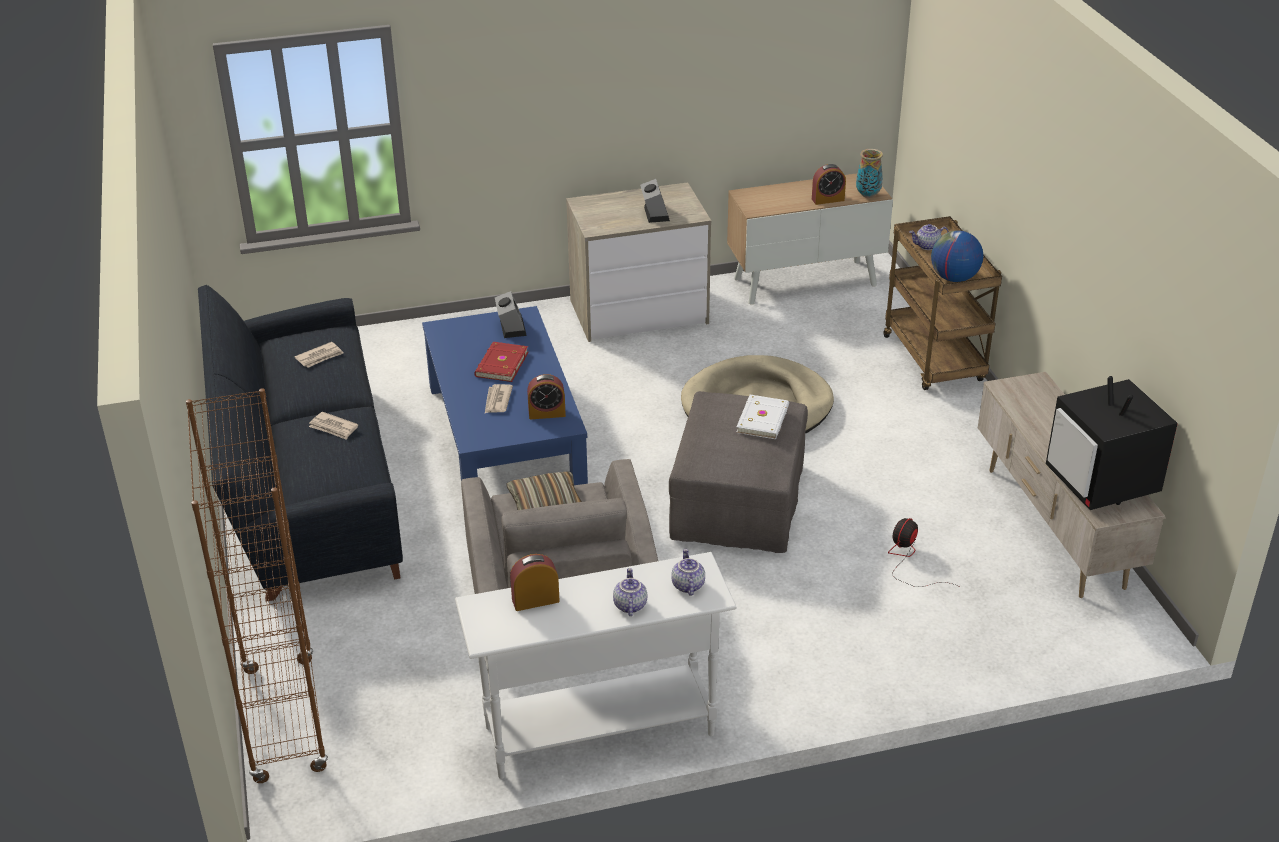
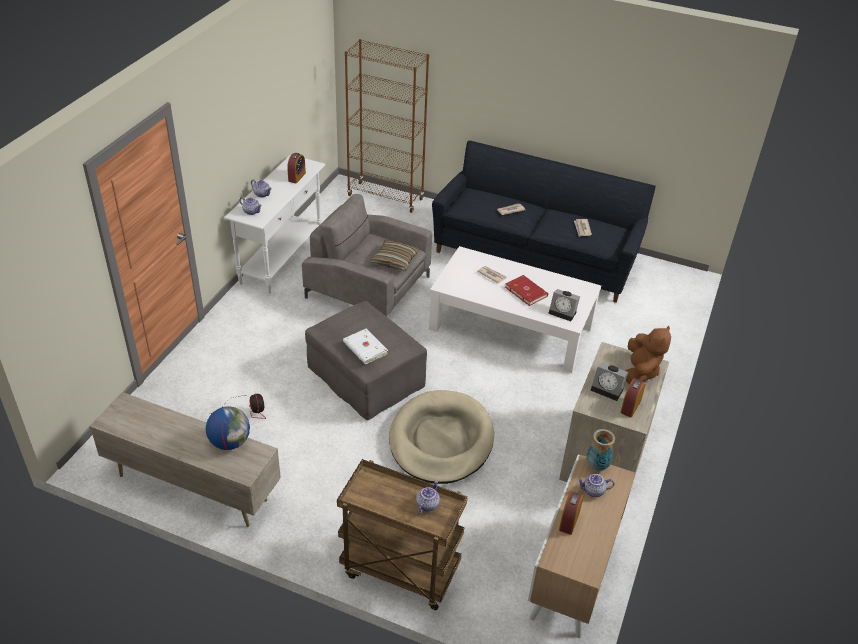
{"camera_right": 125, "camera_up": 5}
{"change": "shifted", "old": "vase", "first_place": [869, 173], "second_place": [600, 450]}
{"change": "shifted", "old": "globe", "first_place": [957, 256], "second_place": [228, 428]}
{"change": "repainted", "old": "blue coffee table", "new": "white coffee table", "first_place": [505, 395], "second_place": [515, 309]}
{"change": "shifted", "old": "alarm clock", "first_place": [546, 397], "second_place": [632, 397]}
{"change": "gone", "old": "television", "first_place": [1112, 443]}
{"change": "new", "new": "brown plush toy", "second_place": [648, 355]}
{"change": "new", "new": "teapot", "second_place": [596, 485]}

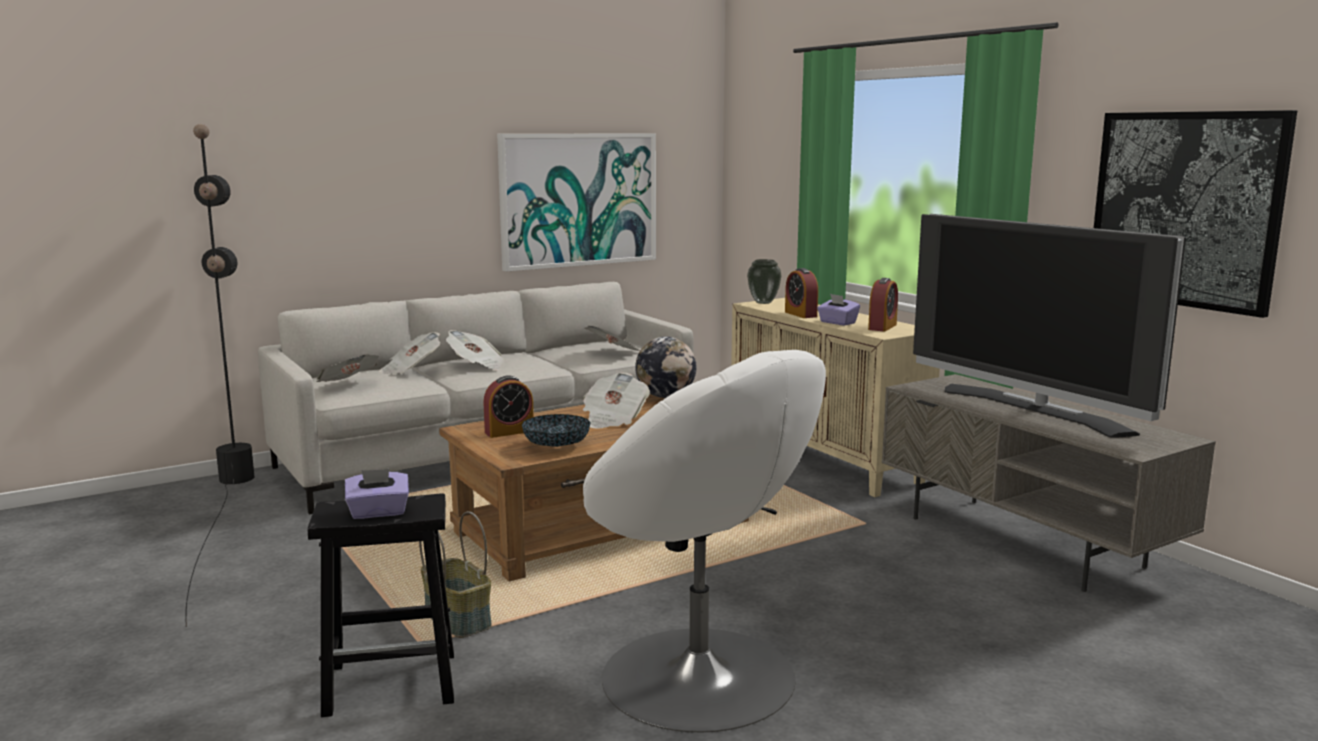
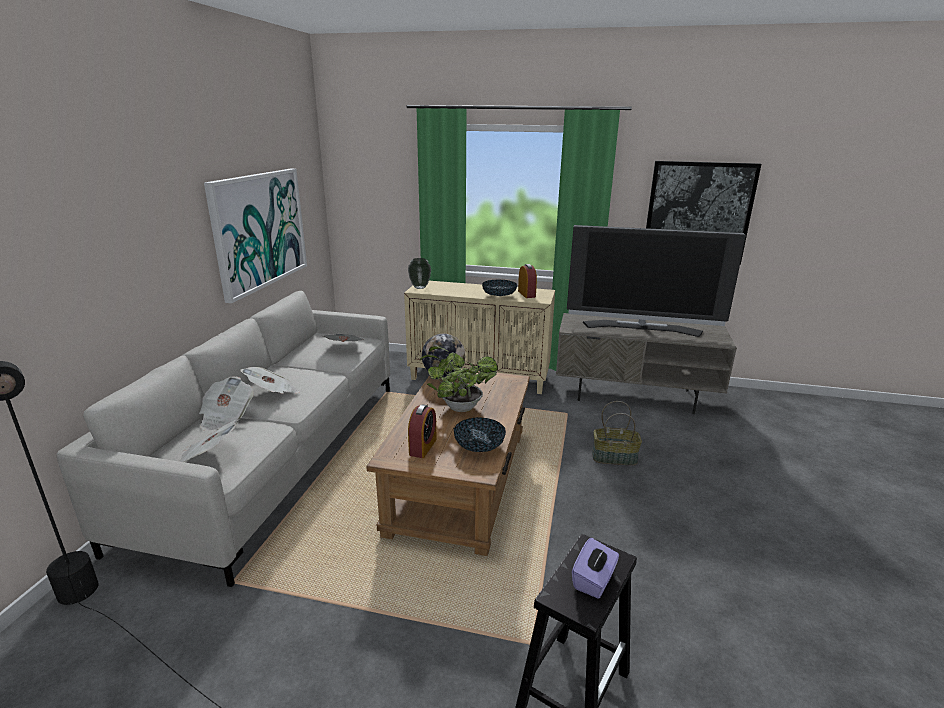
{"camera_right": -45, "camera_up": 10}
{"change": "gone", "old": "alarm clock", "first_place": [801, 293]}
{"change": "swapped", "old": "purple tissue box", "new": "bowl", "first_place": [838, 309], "second_place": [499, 288]}
{"change": "gone", "old": "white armchair", "first_place": [704, 541]}
{"change": "swapped", "old": "newspaper", "new": "potted plant", "first_place": [616, 400], "second_place": [459, 379]}
{"change": "shifted", "old": "basket", "first_place": [455, 574], "second_place": [617, 433]}

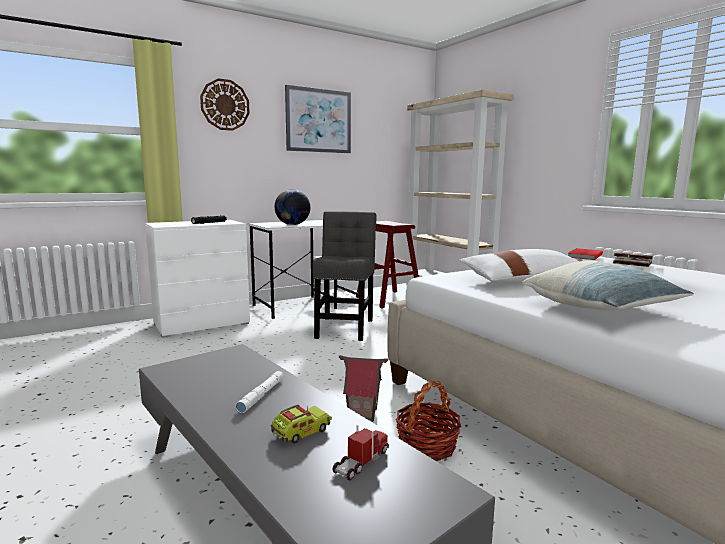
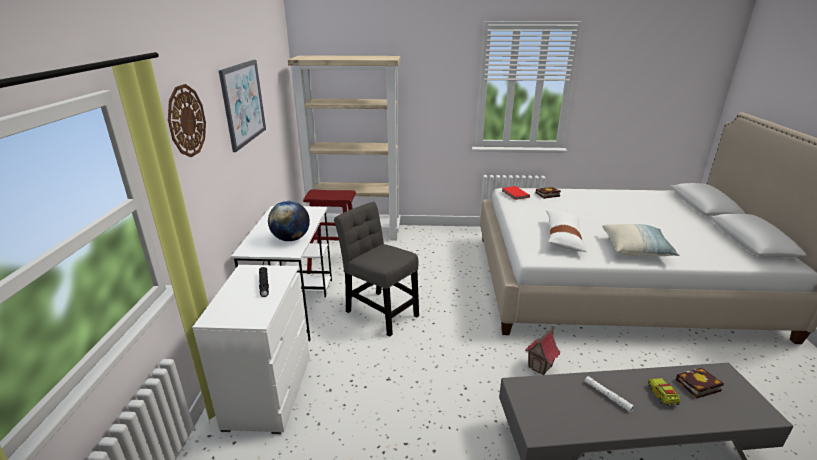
{"camera_right": -55, "camera_up": 15}
{"change": "gone", "old": "basket", "first_place": [428, 421]}
{"change": "swapped", "old": "toy truck", "new": "book", "first_place": [361, 452], "second_place": [700, 383]}

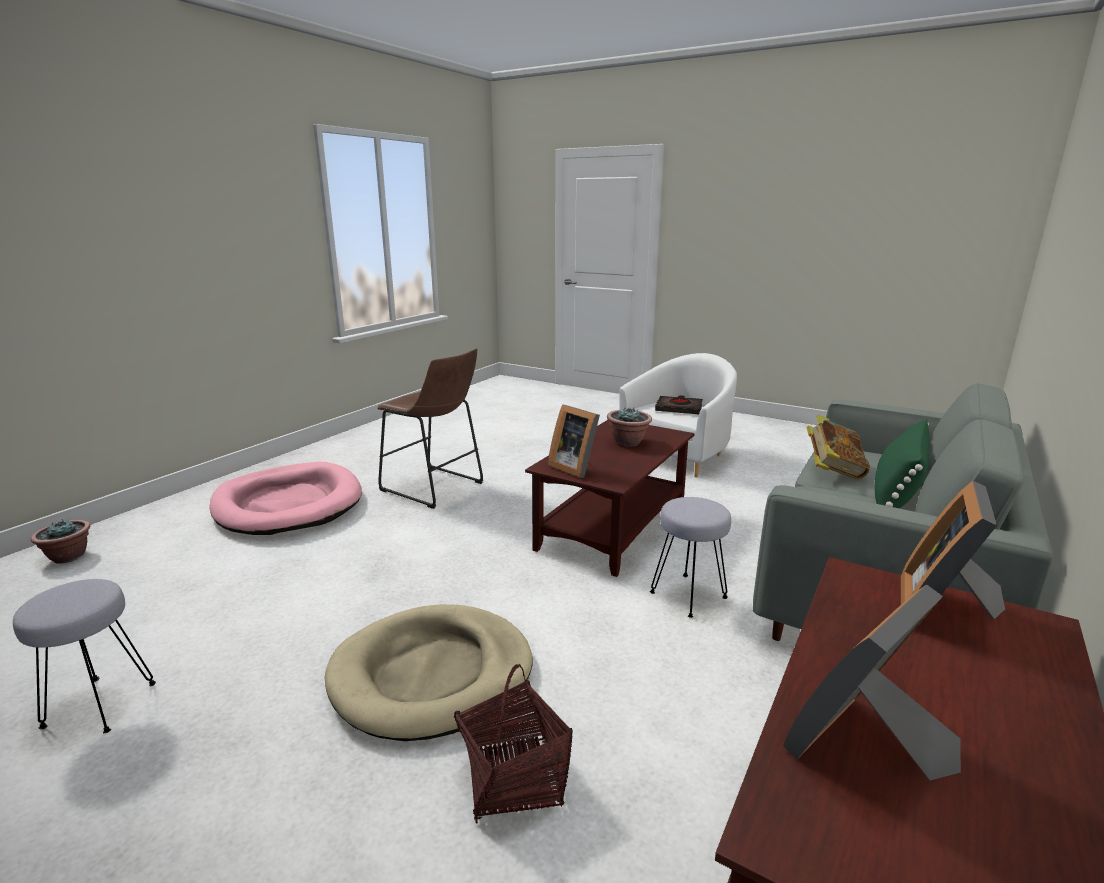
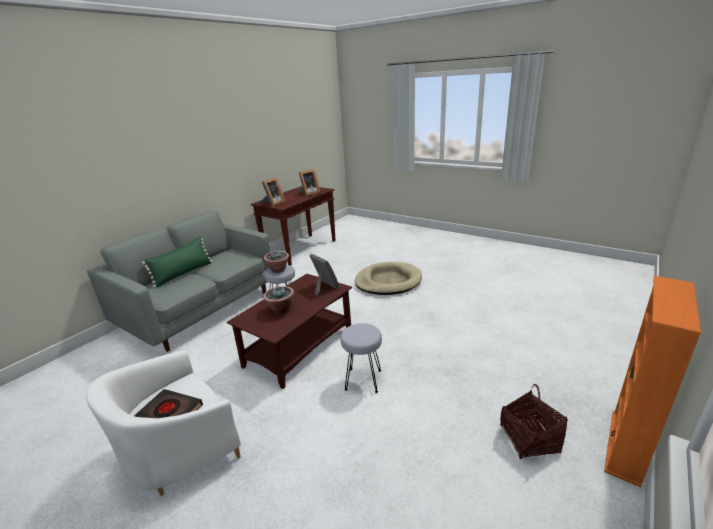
{"camera_right": -175, "camera_up": 5}
{"change": "gone", "old": "brown stool", "first_place": [430, 428]}
{"change": "gone", "old": "book", "first_place": [838, 447]}
{"change": "gone", "old": "pink dog bed", "first_place": [285, 498]}
{"change": "shifted", "old": "potted plant", "first_place": [60, 541], "second_place": [276, 262]}
{"change": "shifted", "old": "grey stool", "first_place": [84, 656], "second_place": [361, 358]}
{"change": "shifted", "old": "basket", "first_place": [513, 744], "second_place": [534, 422]}
{"change": "new", "new": "orange bookcase", "second_place": [652, 381]}

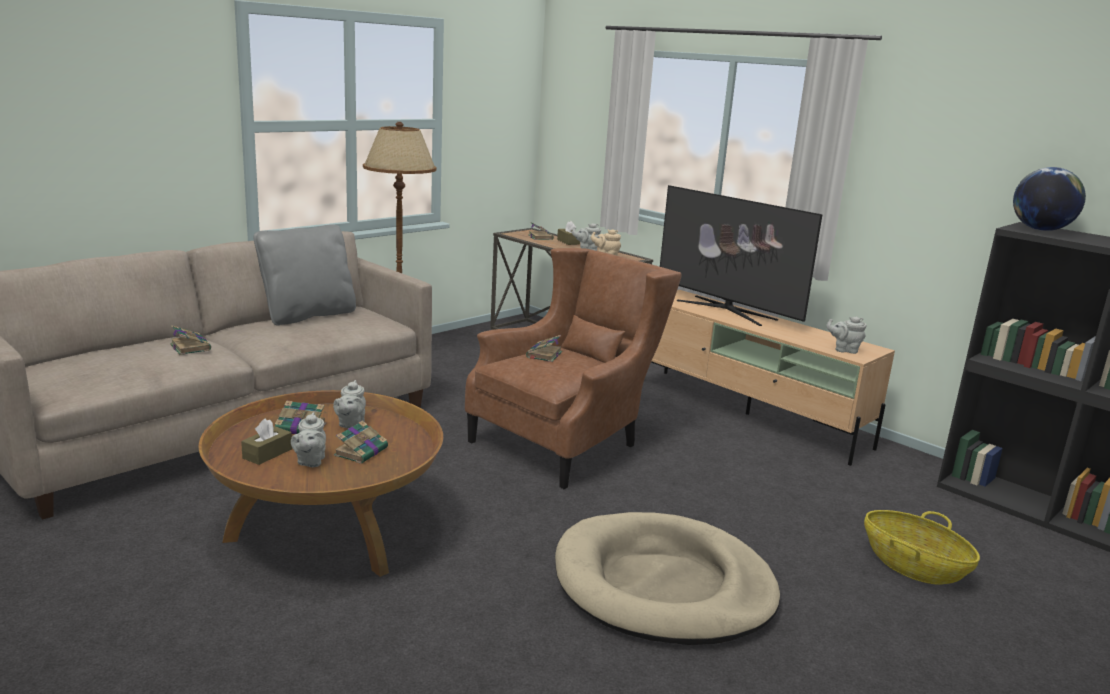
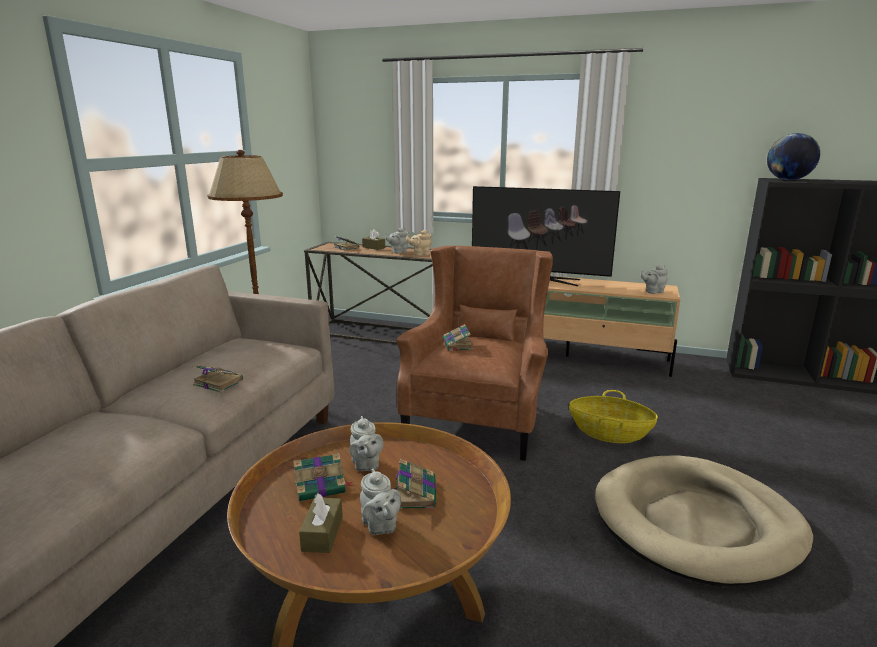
{"camera_right": -25, "camera_up": 0}
{"change": "gone", "old": "grey pillow", "first_place": [304, 274]}
{"change": "shifted", "old": "book", "first_place": [190, 340], "second_place": [218, 379]}
{"change": "shifted", "old": "basket", "first_place": [922, 547], "second_place": [613, 416]}

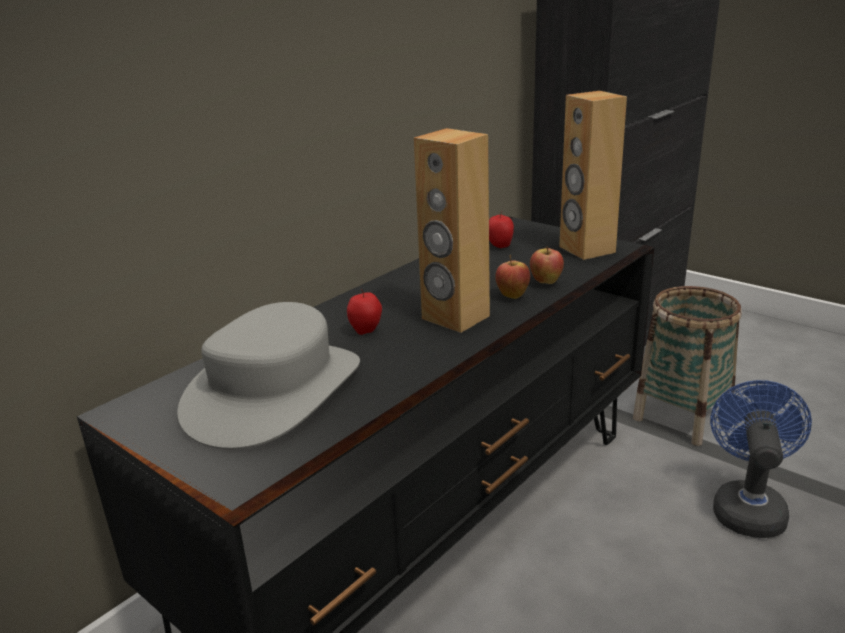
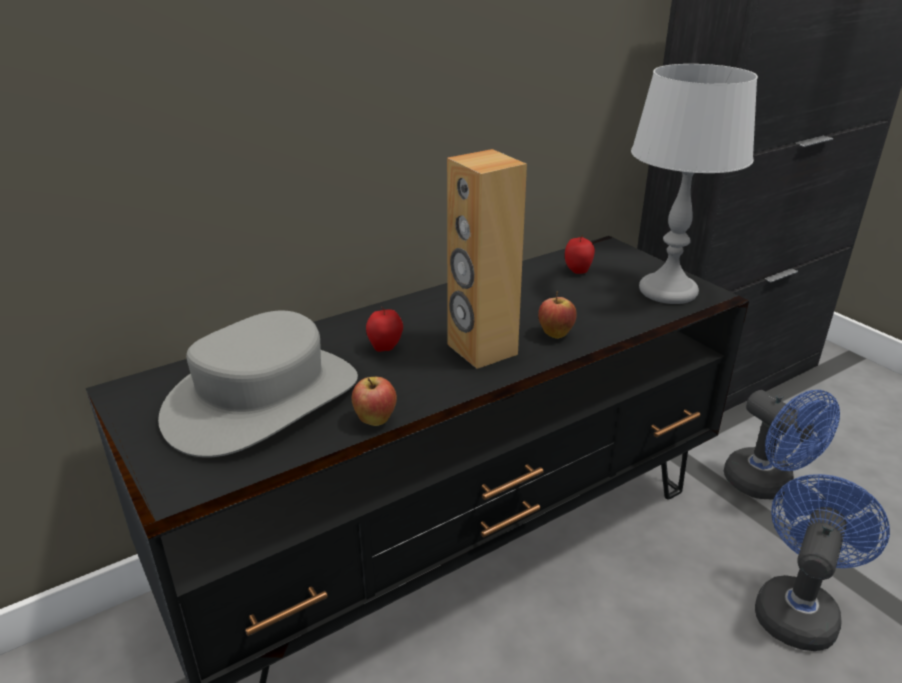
{"camera_right": 15, "camera_up": 5}
{"change": "swapped", "old": "brown speaker", "new": "grey table lamp", "first_place": [593, 175], "second_place": [694, 184]}
{"change": "shifted", "old": "apple", "first_place": [547, 265], "second_place": [374, 401]}
{"change": "swapped", "old": "basket", "new": "blue fan", "first_place": [687, 366], "second_place": [782, 444]}

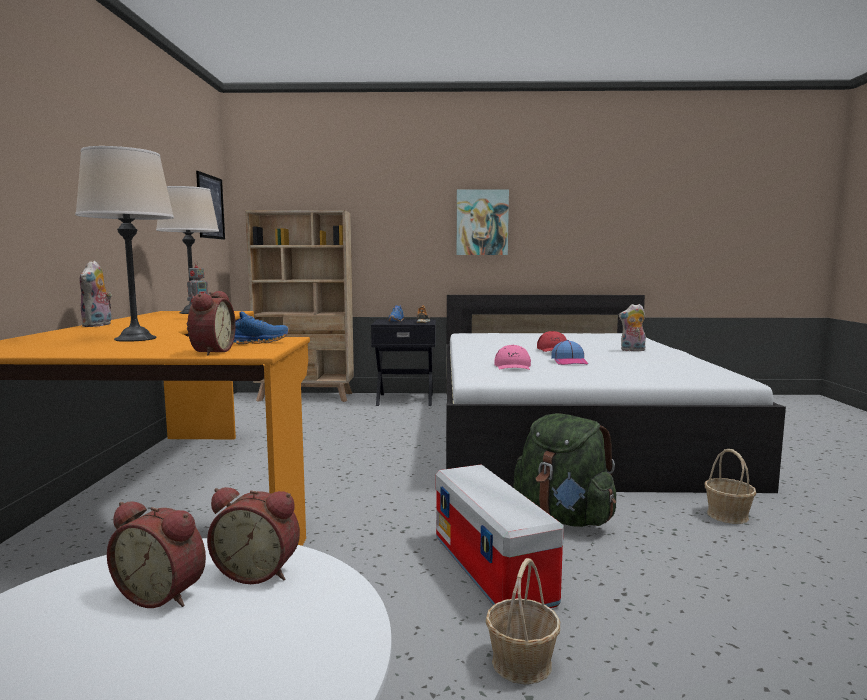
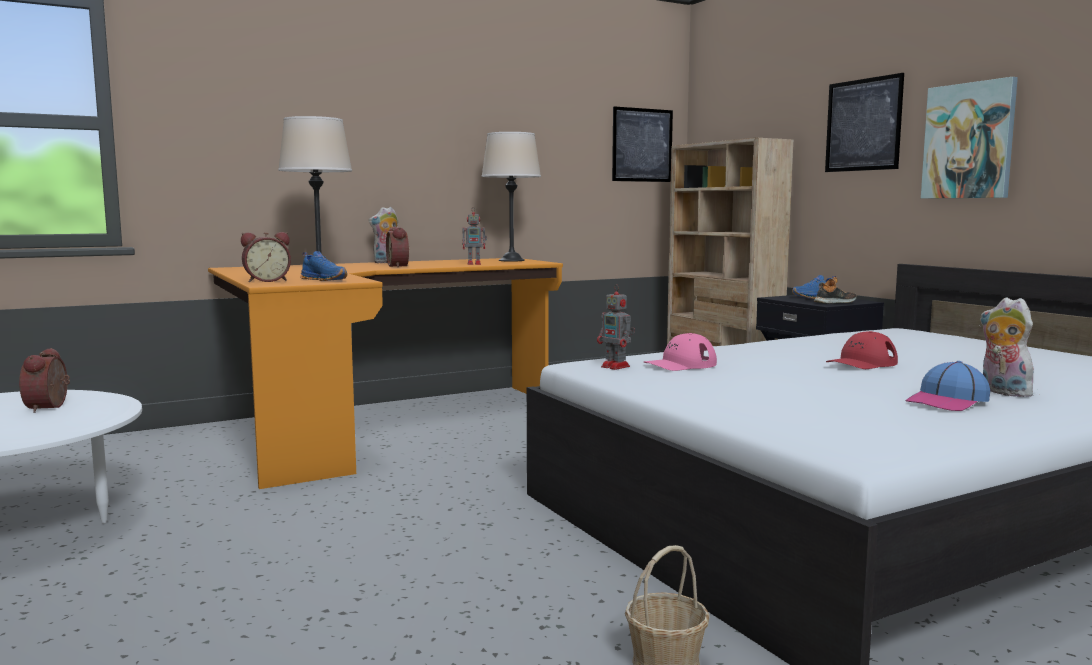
{"camera_right": 60, "camera_up": 0}
{"change": "shifted", "old": "cap", "first_place": [569, 352], "second_place": [947, 386]}
{"change": "gone", "old": "green backpack", "first_place": [564, 470]}
{"change": "gone", "old": "storage box", "first_place": [500, 536]}
{"change": "shifted", "old": "alarm clock", "first_place": [253, 535], "second_place": [397, 247]}
{"change": "gone", "old": "basket", "first_place": [523, 621]}
{"change": "new", "new": "picture", "second_place": [864, 122]}
{"change": "new", "new": "toy robot", "second_place": [616, 327]}

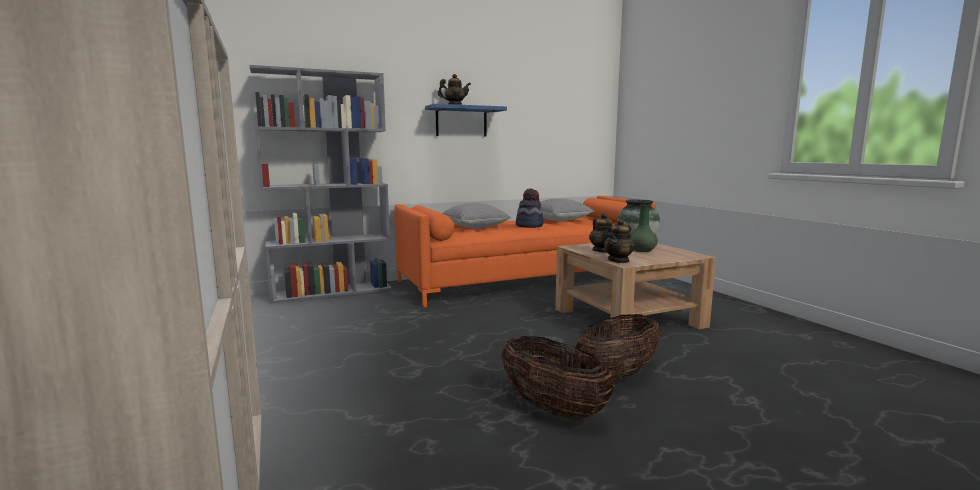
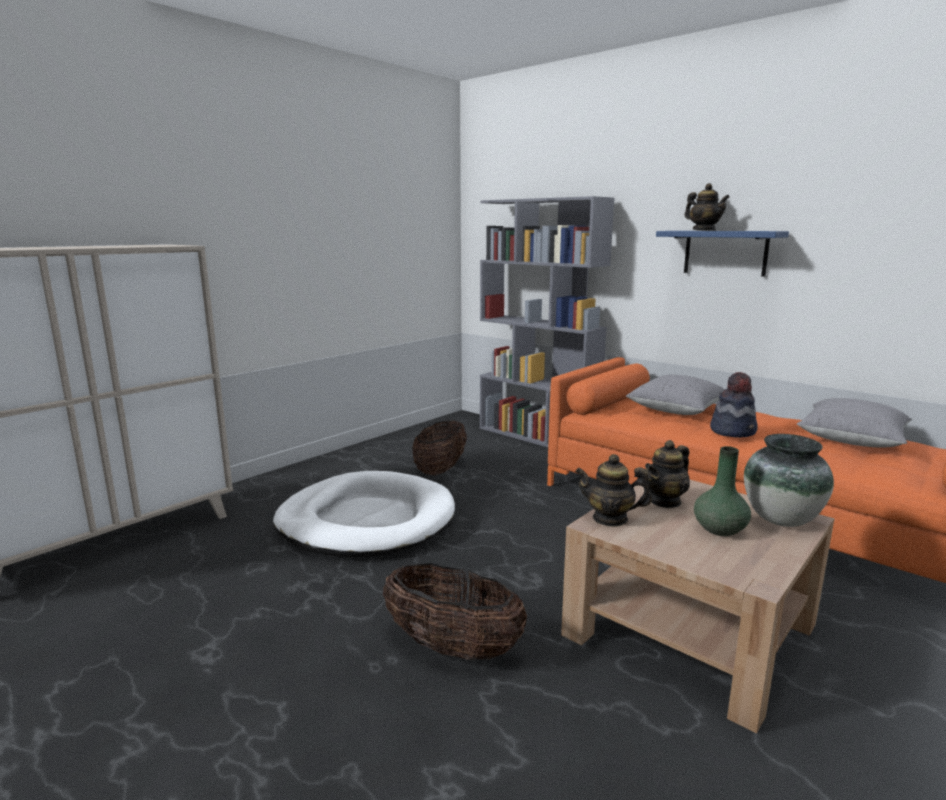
{"camera_right": 65, "camera_up": 5}
{"change": "shifted", "old": "basket", "first_place": [557, 378], "second_place": [439, 447]}
{"change": "new", "new": "white dog bed", "second_place": [364, 514]}

